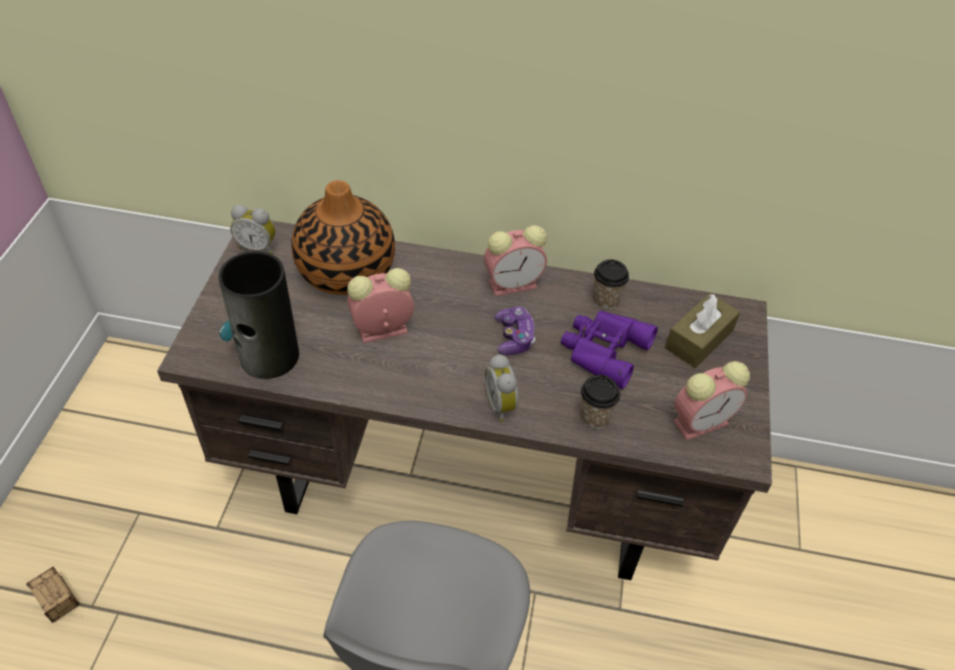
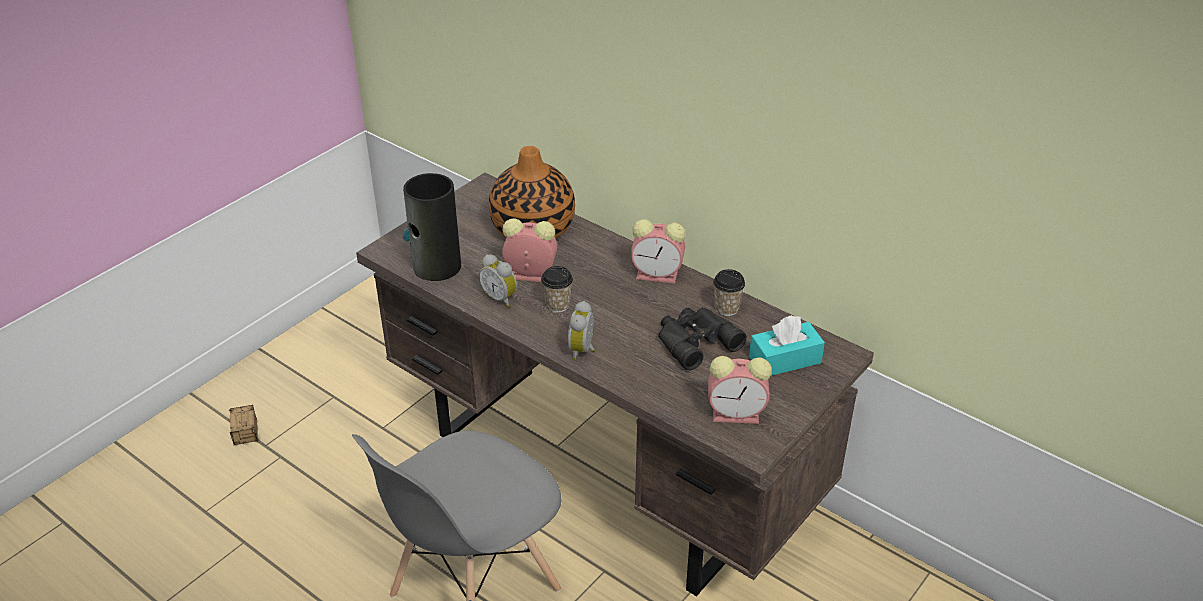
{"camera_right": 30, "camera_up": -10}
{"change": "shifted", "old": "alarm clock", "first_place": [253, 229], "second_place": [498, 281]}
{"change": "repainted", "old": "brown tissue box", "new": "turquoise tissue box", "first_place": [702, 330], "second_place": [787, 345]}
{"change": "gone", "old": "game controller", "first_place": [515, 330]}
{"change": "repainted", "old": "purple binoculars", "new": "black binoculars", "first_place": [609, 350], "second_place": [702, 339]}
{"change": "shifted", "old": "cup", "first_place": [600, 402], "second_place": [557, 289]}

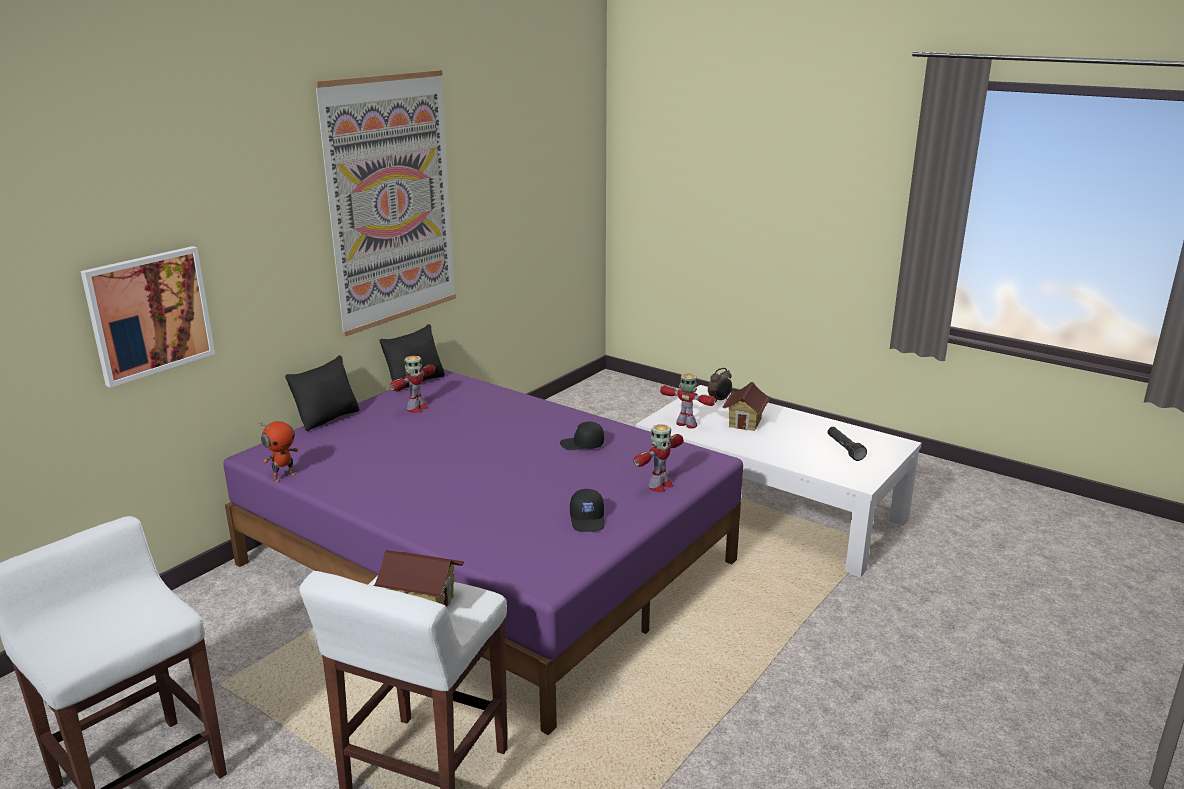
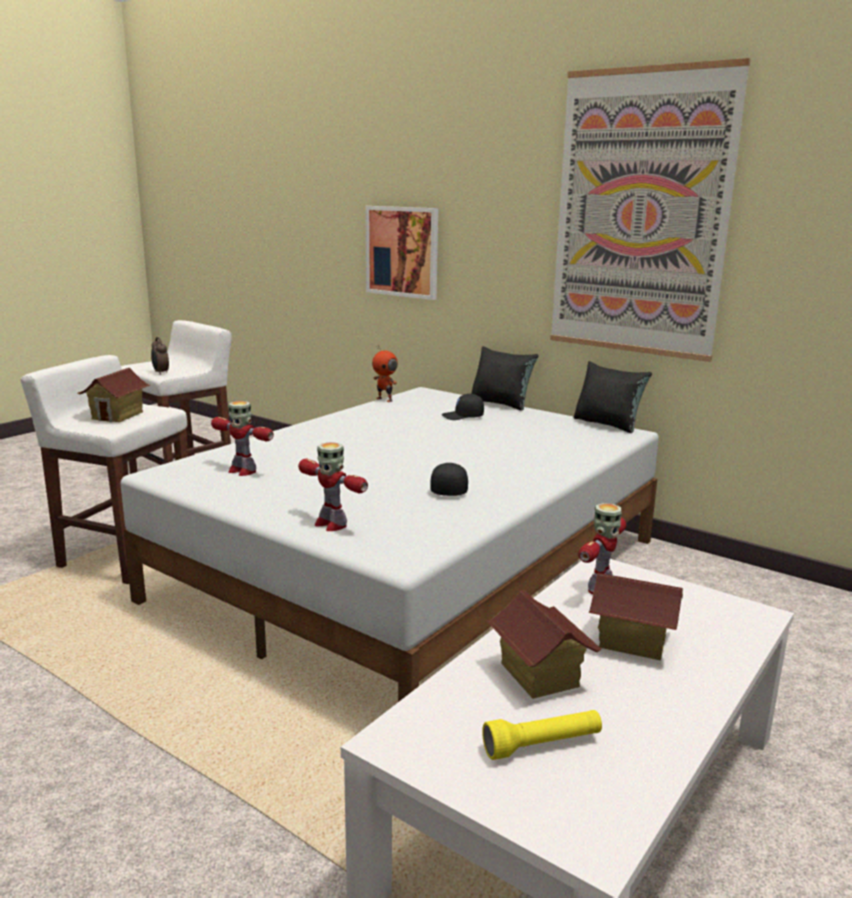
{"camera_right": 90, "camera_up": -5}
{"change": "shifted", "old": "toy robot", "first_place": [412, 384], "second_place": [242, 438]}
{"change": "shifted", "old": "alarm clock", "first_place": [720, 384], "second_place": [160, 356]}
{"change": "repainted", "old": "purple bed", "new": "white bed", "first_place": [483, 552], "second_place": [389, 544]}
{"change": "repainted", "old": "black flashlight", "new": "yellow flashlight", "first_place": [847, 444], "second_place": [542, 735]}
{"change": "shifted", "old": "black cap", "first_place": [587, 510], "second_place": [463, 406]}
{"change": "new", "new": "toy house", "second_place": [543, 644]}

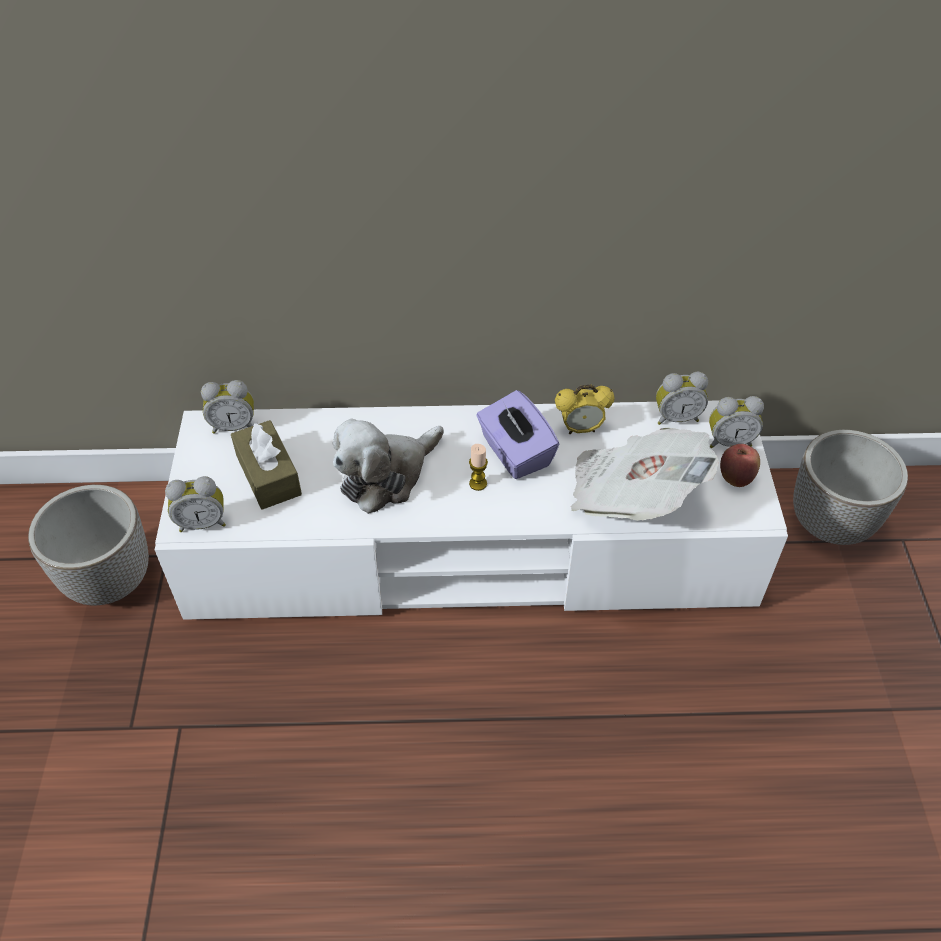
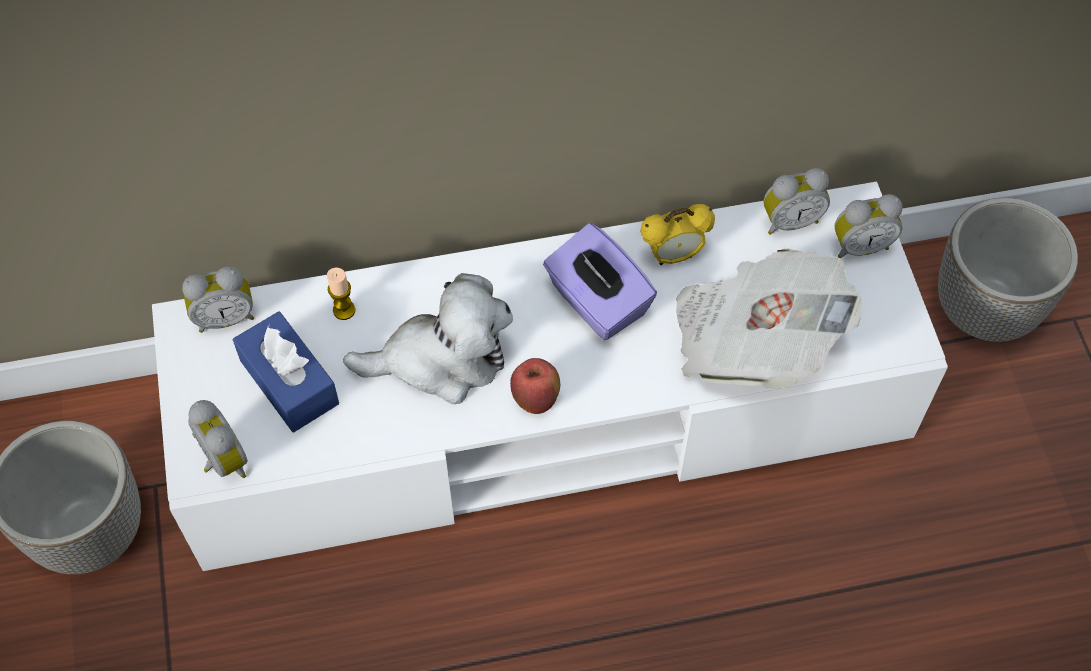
{"camera_right": -10, "camera_up": 10}
{"change": "rotated", "old": "plush toy", "first_place": [388, 466], "second_place": [428, 338], "degrees": -135}
{"change": "repainted", "old": "brown tissue box", "new": "blue tissue box", "first_place": [266, 465], "second_place": [286, 371]}
{"change": "shifted", "old": "candle", "first_place": [478, 467], "second_place": [341, 293]}
{"change": "shifted", "old": "apple", "first_place": [740, 465], "second_place": [535, 386]}
{"change": "rotated", "old": "alarm clock", "first_place": [195, 504], "second_place": [218, 439], "degrees": -105}

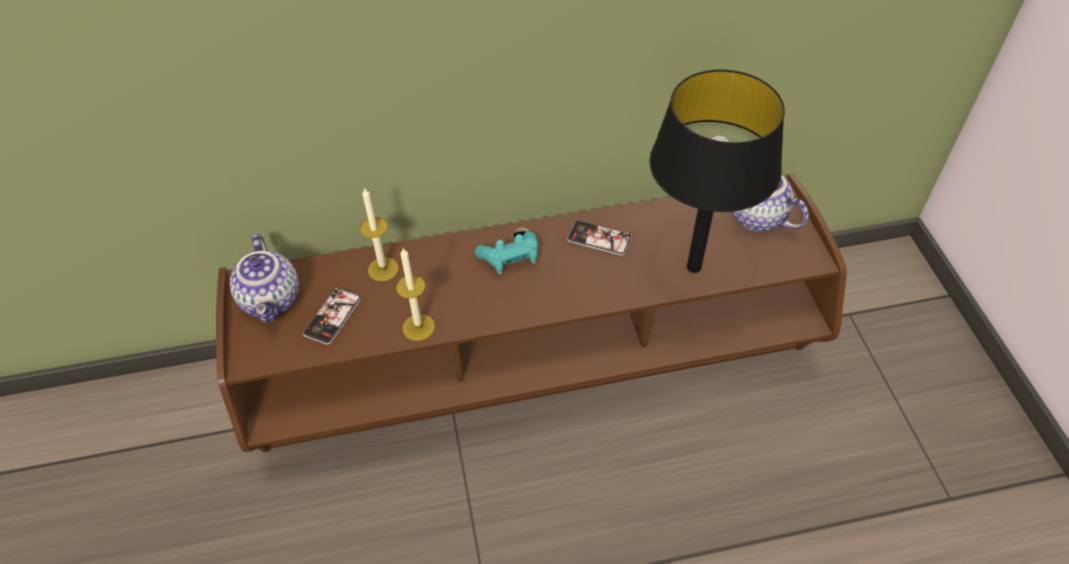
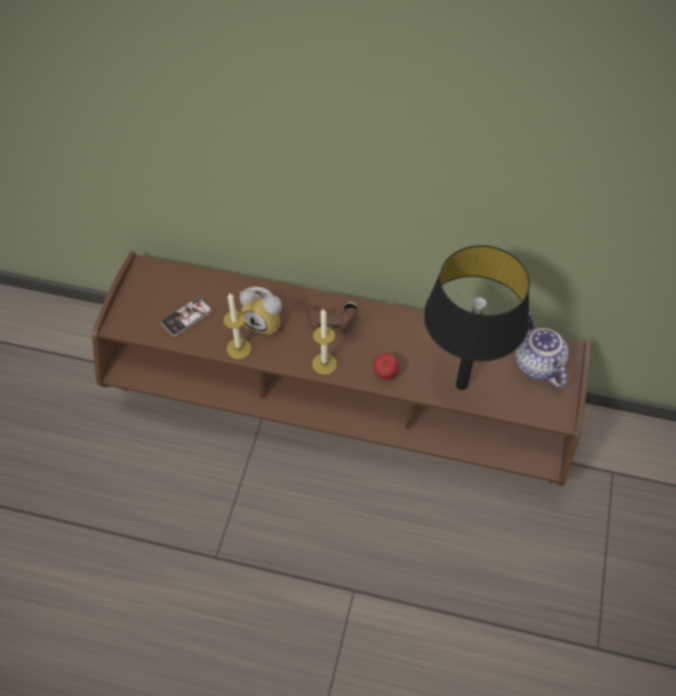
{"camera_right": 25, "camera_up": 5}
{"change": "shifted", "old": "candle", "first_place": [379, 234], "second_place": [324, 342]}
{"change": "gone", "old": "phone", "first_place": [599, 238]}
{"change": "repainted", "old": "turquoise game controller", "new": "brown game controller", "first_place": [506, 252], "second_place": [331, 319]}
{"change": "gone", "old": "teapot", "first_place": [264, 278]}
{"change": "new", "new": "alarm clock", "second_place": [260, 311]}
{"change": "new", "new": "apple", "second_place": [386, 366]}

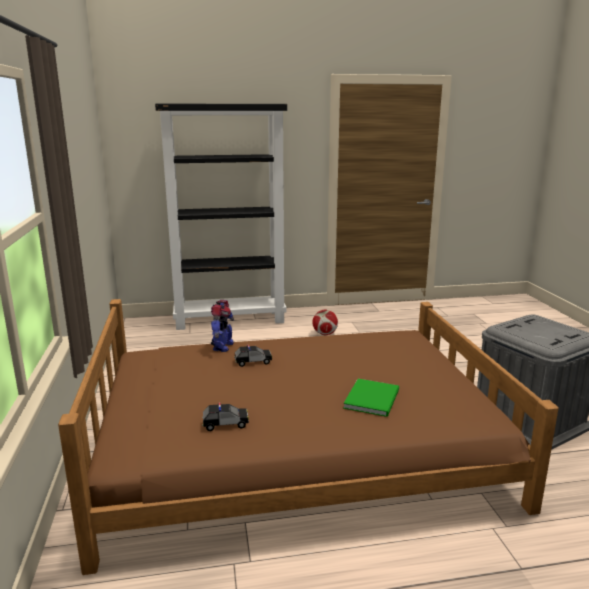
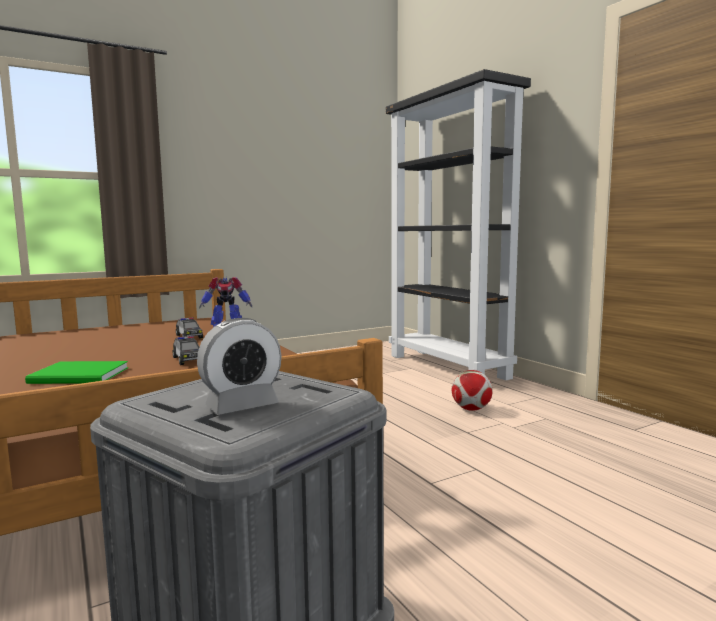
{"camera_right": 70, "camera_up": -10}
{"change": "shifted", "old": "toy car", "first_place": [225, 416], "second_place": [186, 350]}
{"change": "new", "new": "alarm clock", "second_place": [239, 366]}

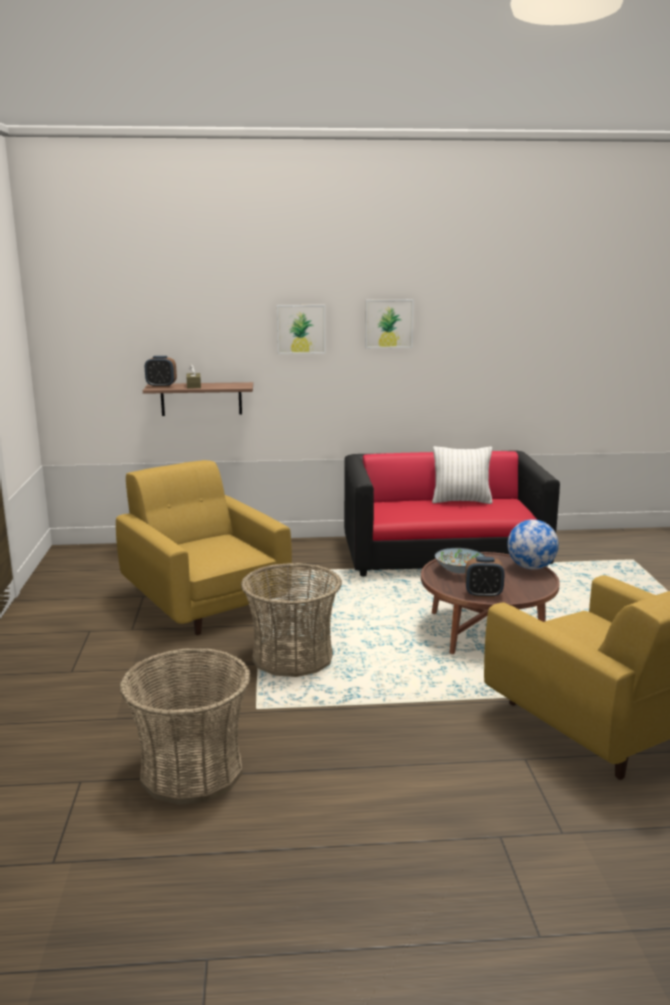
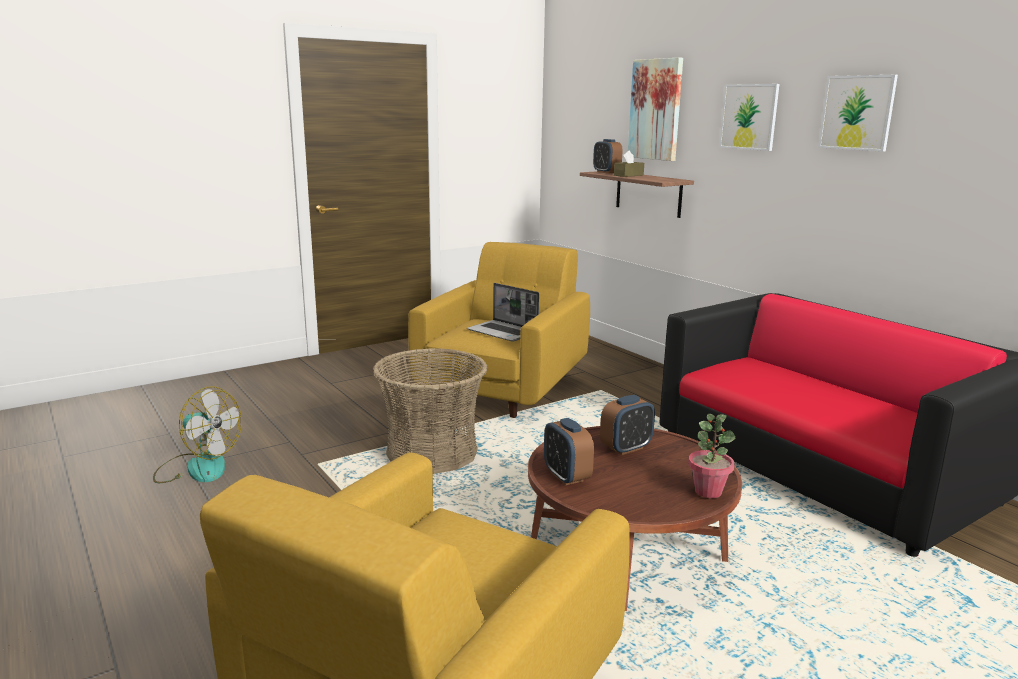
{"camera_right": 60, "camera_up": 0}
{"change": "gone", "old": "white pillow", "first_place": [462, 475]}
{"change": "swapped", "old": "globe", "new": "potted plant", "first_place": [533, 544], "second_place": [711, 456]}
{"change": "swapped", "old": "bowl", "new": "alarm clock", "first_place": [460, 561], "second_place": [627, 425]}
{"change": "swapped", "old": "basket", "new": "fan", "first_place": [185, 726], "second_place": [197, 434]}
{"change": "new", "new": "picture", "second_place": [655, 109]}
{"change": "new", "new": "laptop", "second_place": [503, 312]}

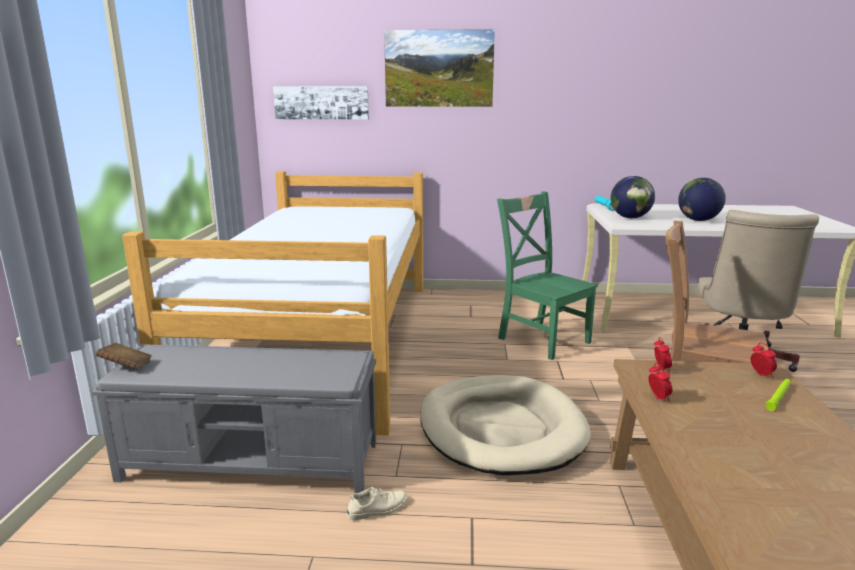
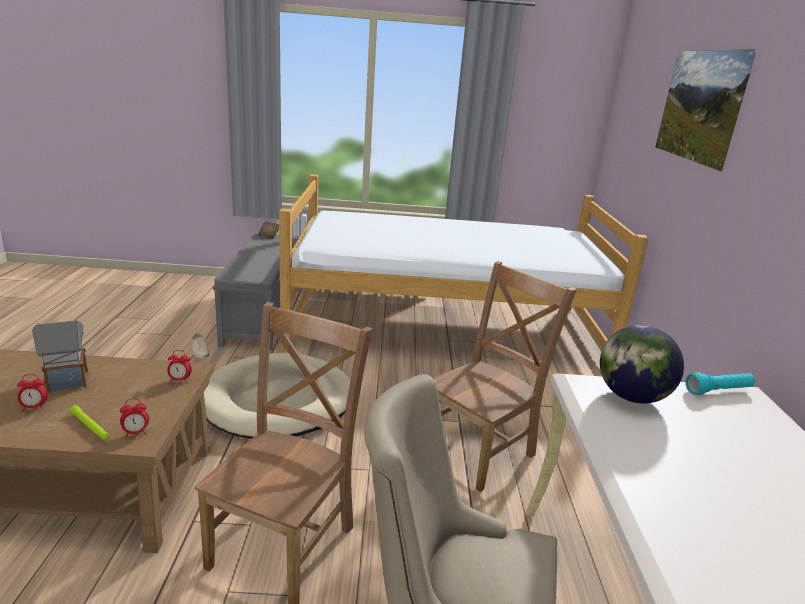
{"camera_right": 85, "camera_up": 5}
{"change": "gone", "old": "picture", "first_place": [321, 103]}
{"change": "gone", "old": "globe", "first_place": [702, 199]}
{"change": "repainted", "old": "green chair", "new": "brown chair", "first_place": [547, 275], "second_place": [505, 376]}
{"change": "shifted", "old": "alarm clock", "first_place": [660, 382], "second_place": [32, 392]}
{"change": "new", "new": "toy house", "second_place": [60, 356]}

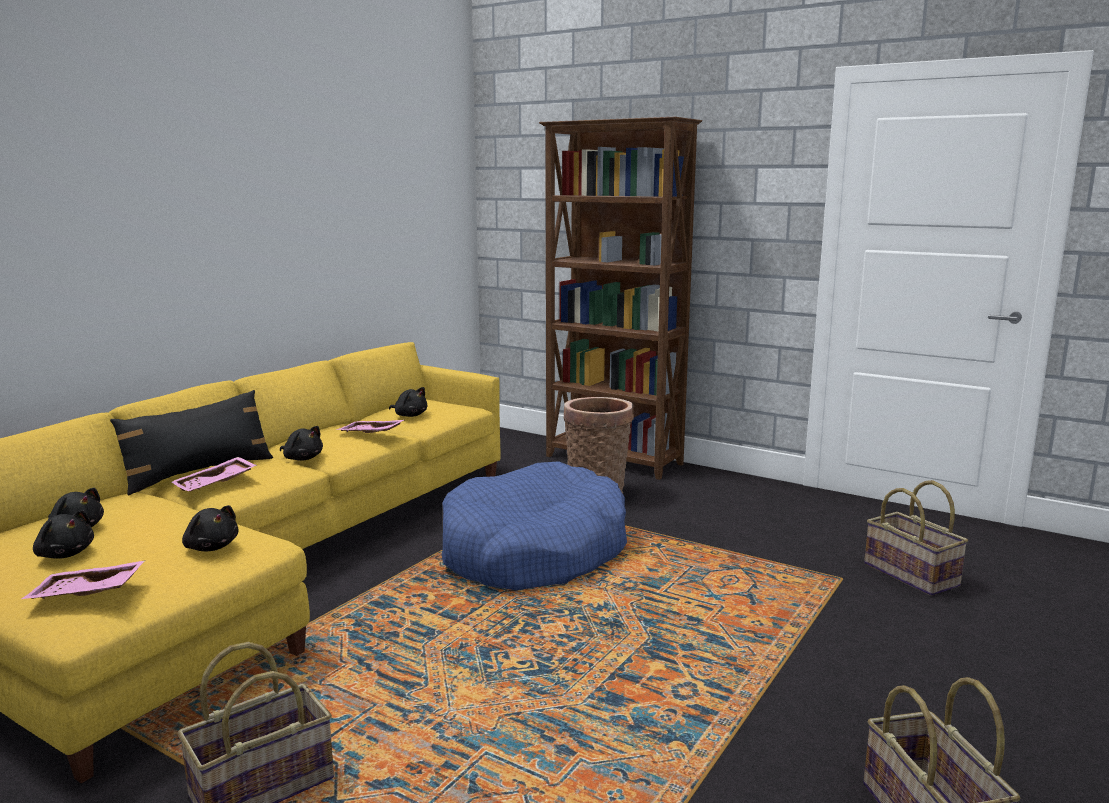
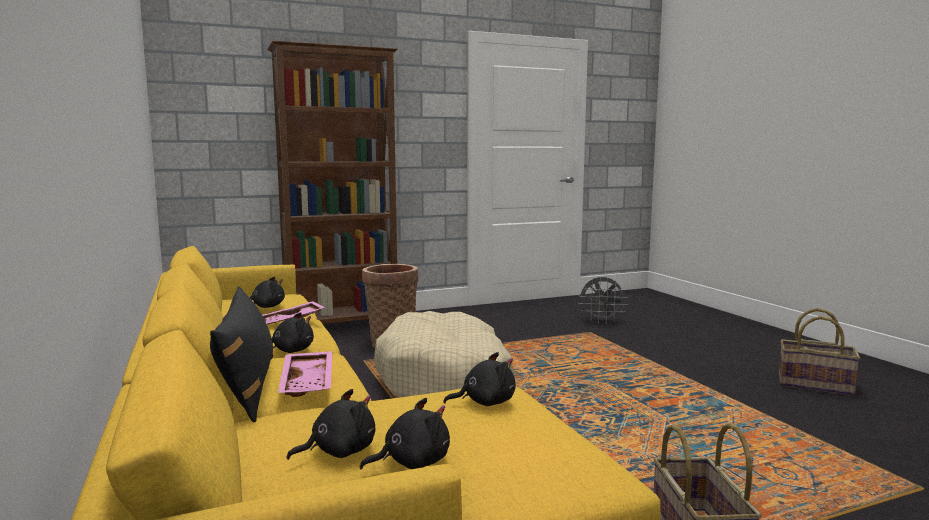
{"camera_right": -55, "camera_up": -5}
{"change": "repainted", "old": "blue dog bed", "new": "beige dog bed", "first_place": [534, 525], "second_place": [444, 354]}
{"change": "swapped", "old": "basket", "new": "grey fan", "first_place": [916, 538], "second_place": [603, 300]}
{"change": "gone", "old": "pink tray", "first_place": [83, 579]}

